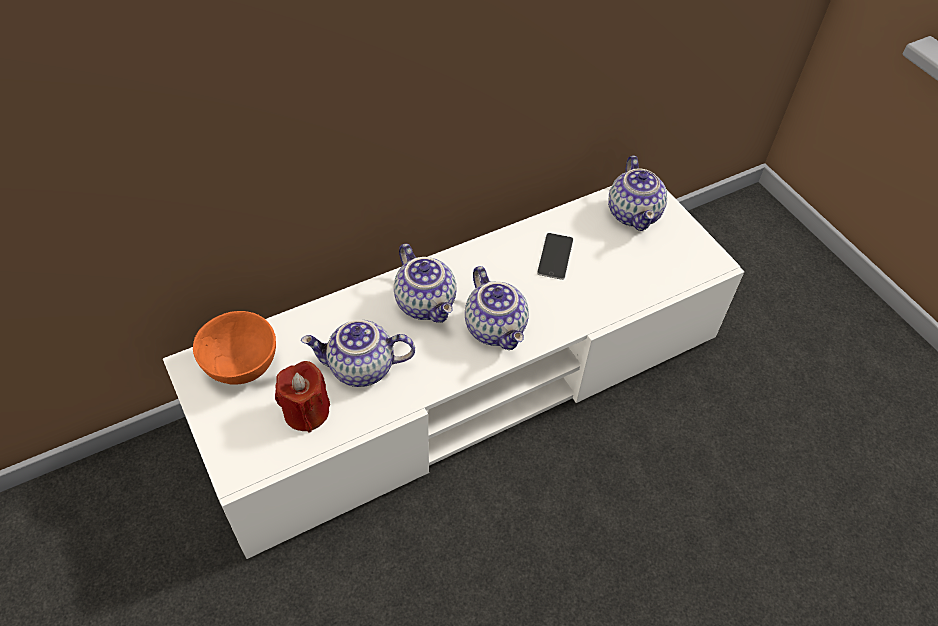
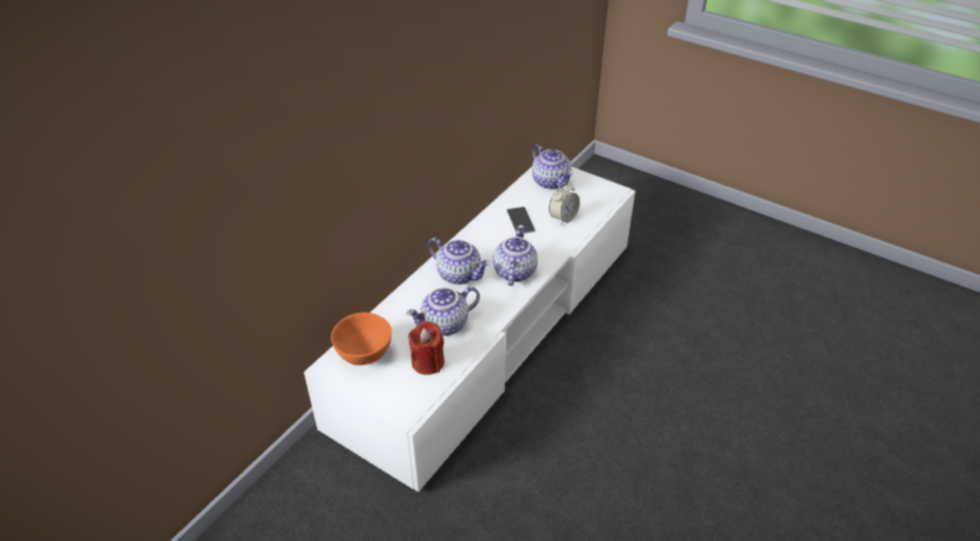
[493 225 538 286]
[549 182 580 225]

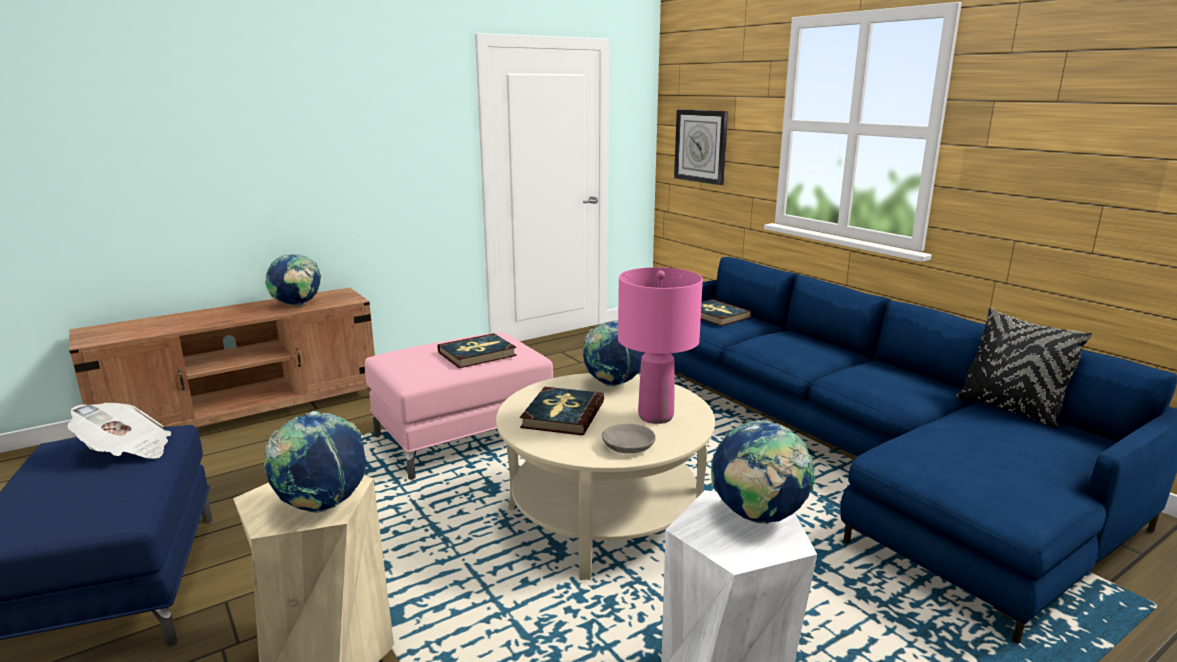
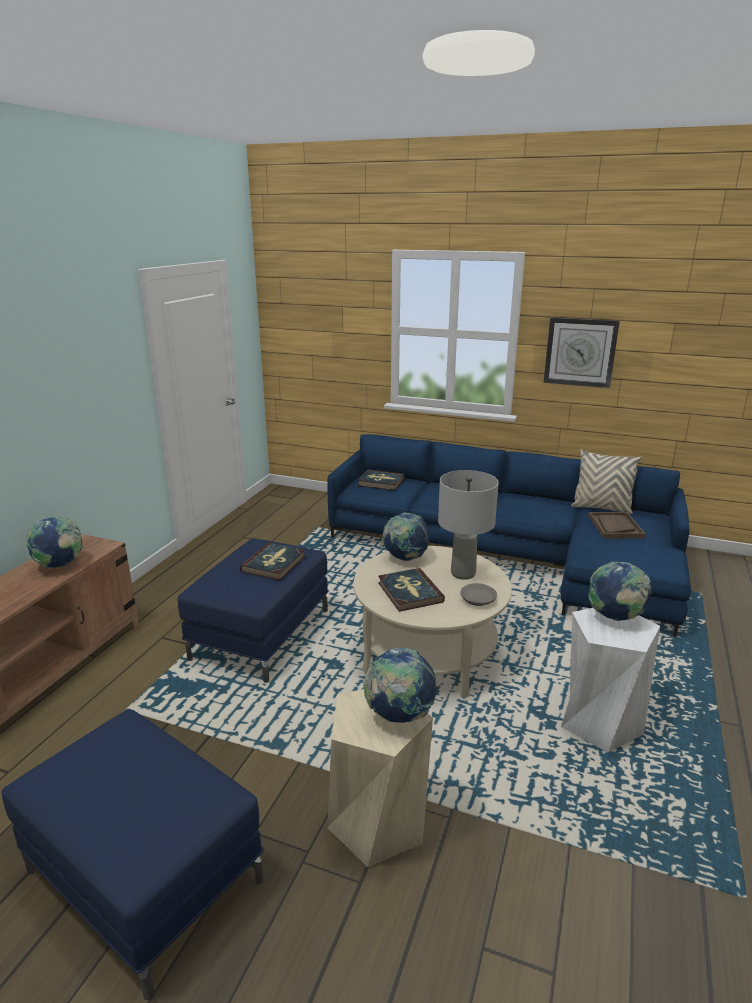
[543 317 620 388]
[438 470 499 580]
[571 449 641 514]
[177 538 329 683]
[67 403 171 459] (first image)
[588 512 646 539]

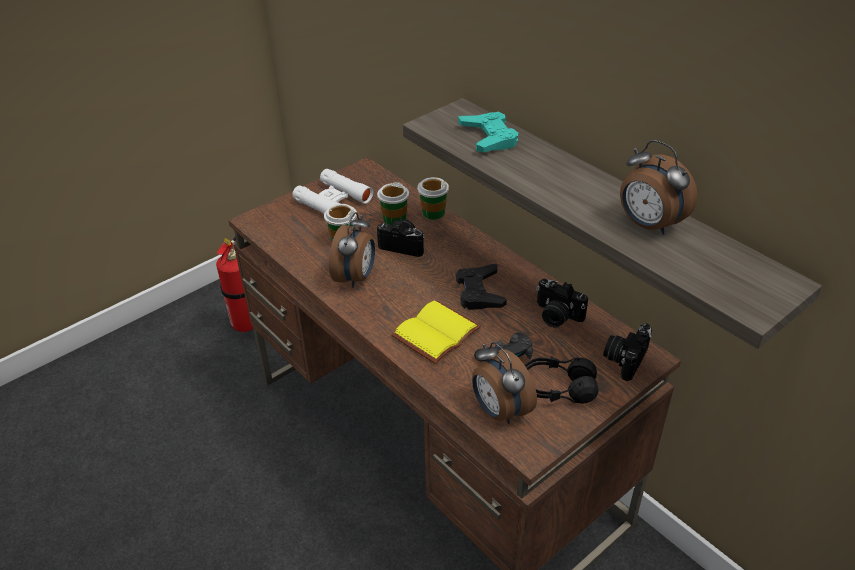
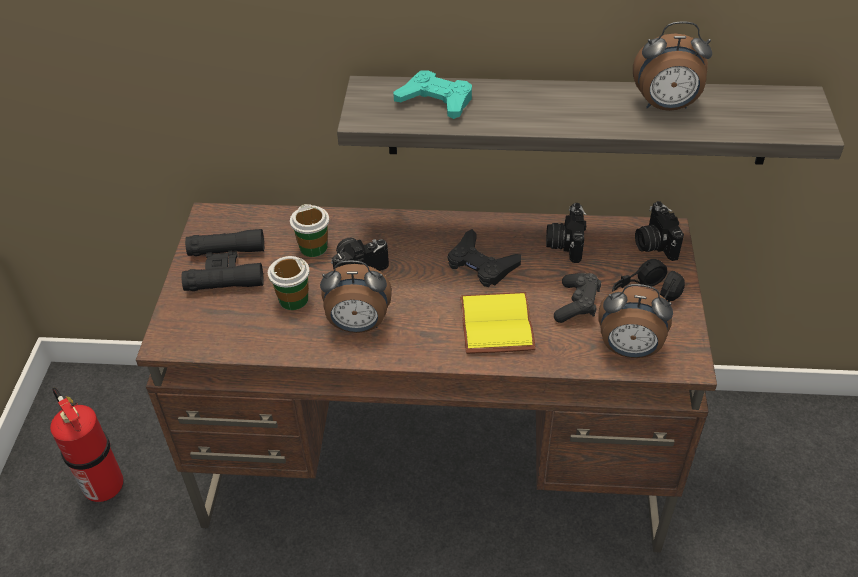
[181 229 264 291]
[417 177 449 220] (first image)
[320 260 392 333]
[546 203 587 263]

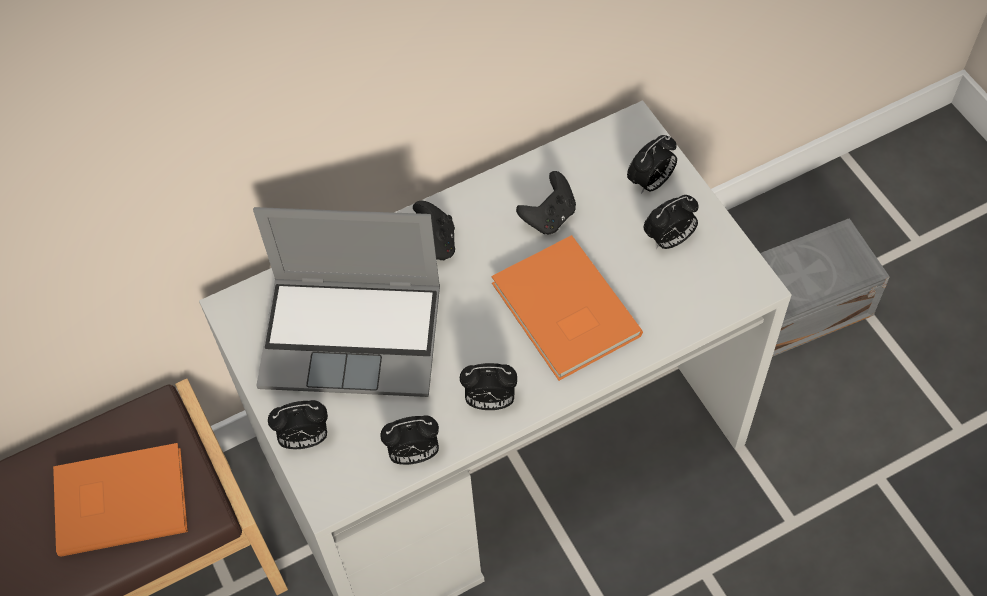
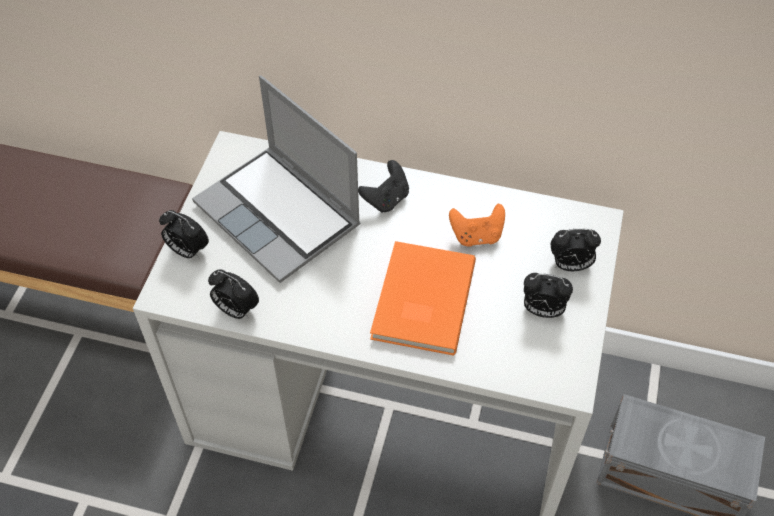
[449 204 505 247]
[460 363 517 410] (first image)
[53 443 188 557] (first image)

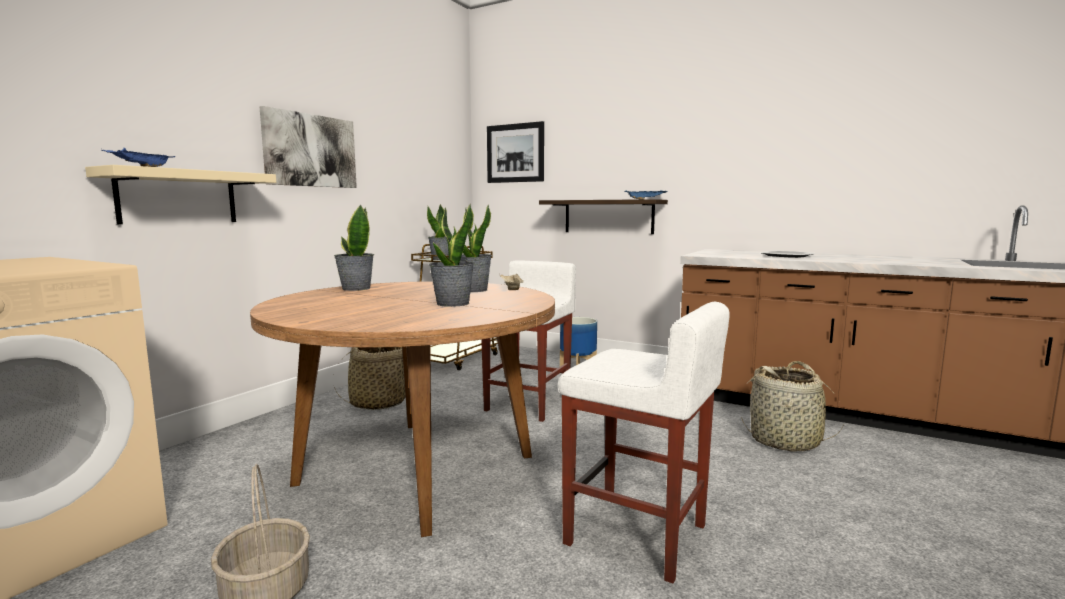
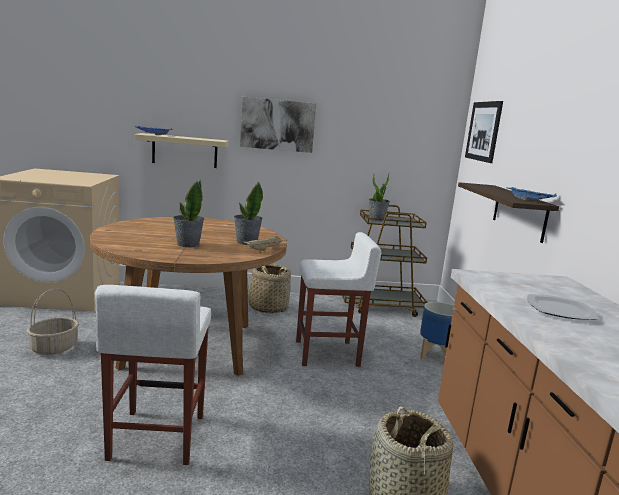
[334 204 374 291] (first image)

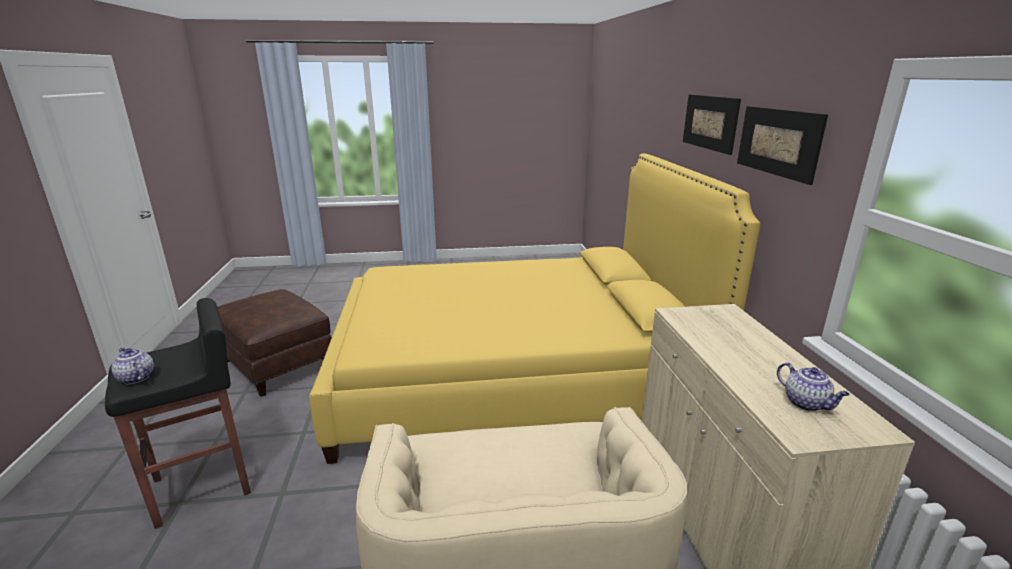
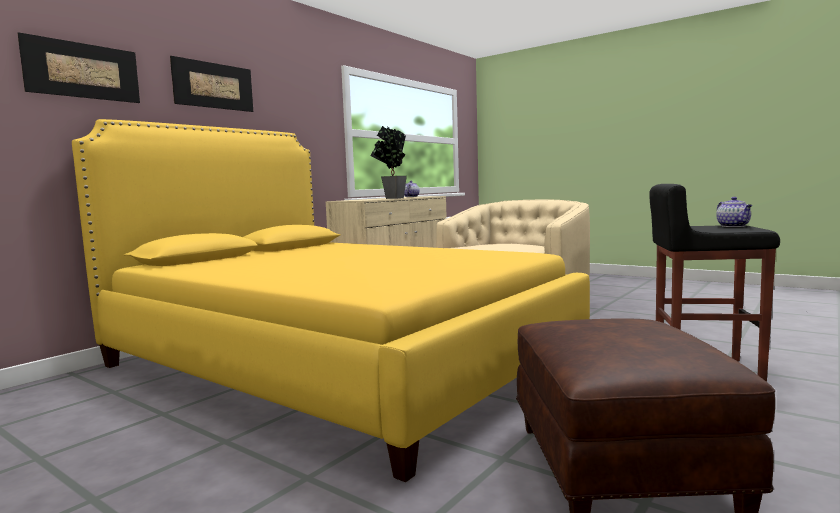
[18 32 140 103]
[370 126 407 199]

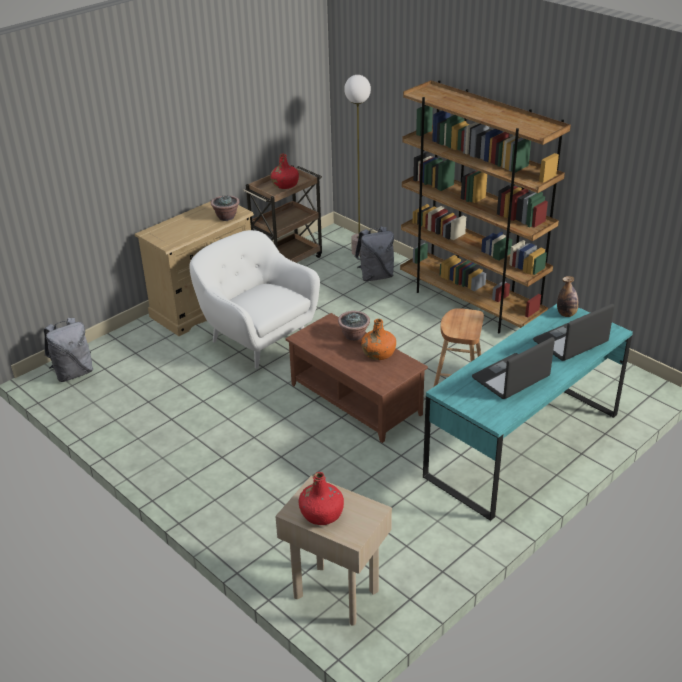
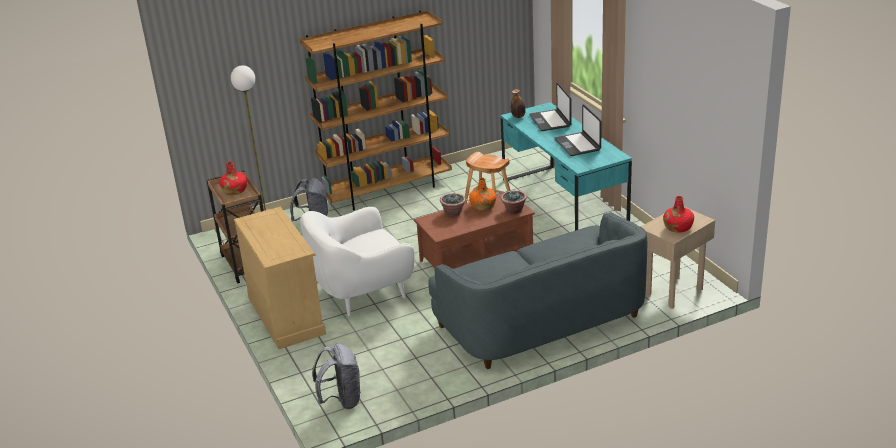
[501 190 527 214]
[428 212 647 369]

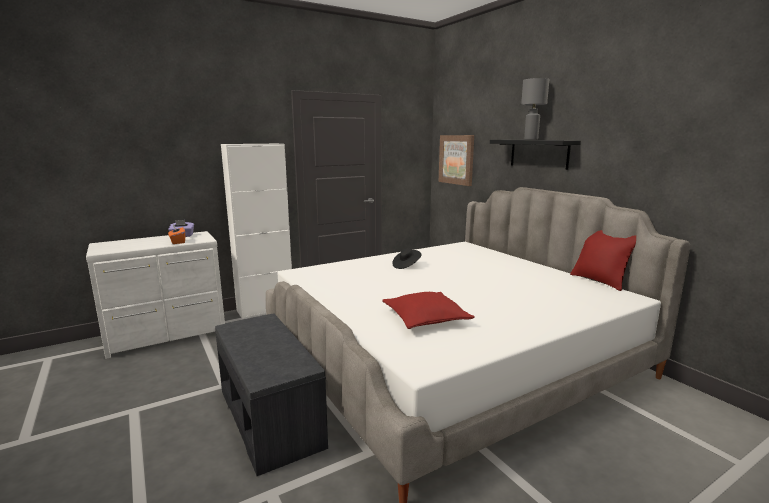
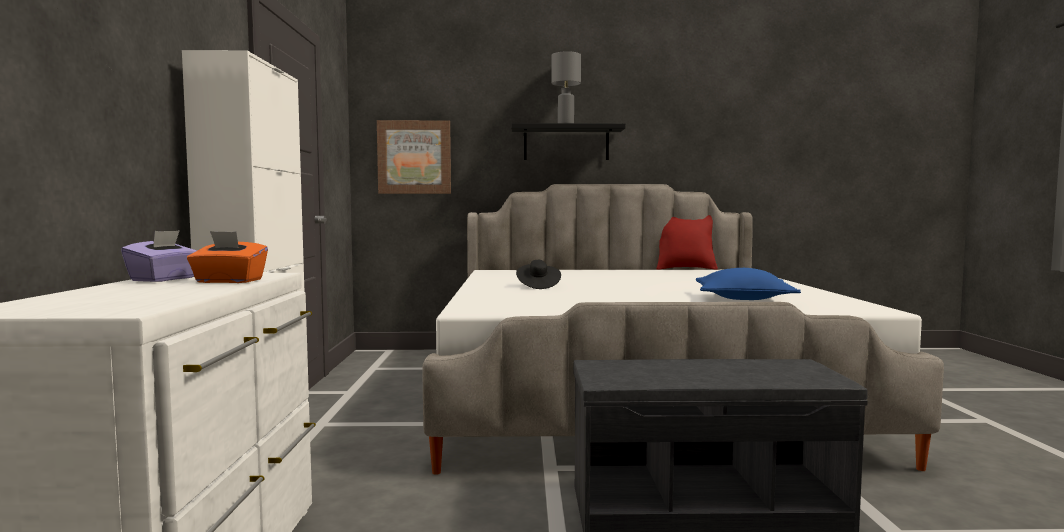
[696 268 801 300]

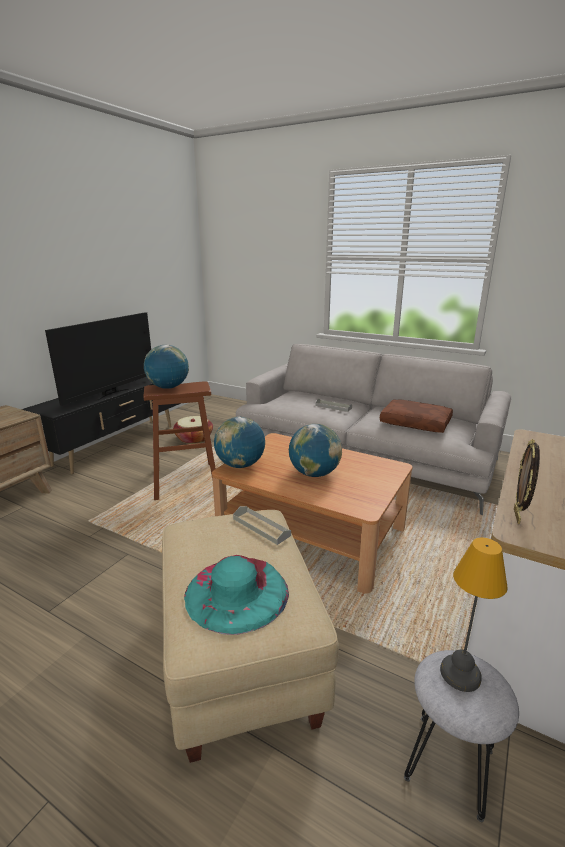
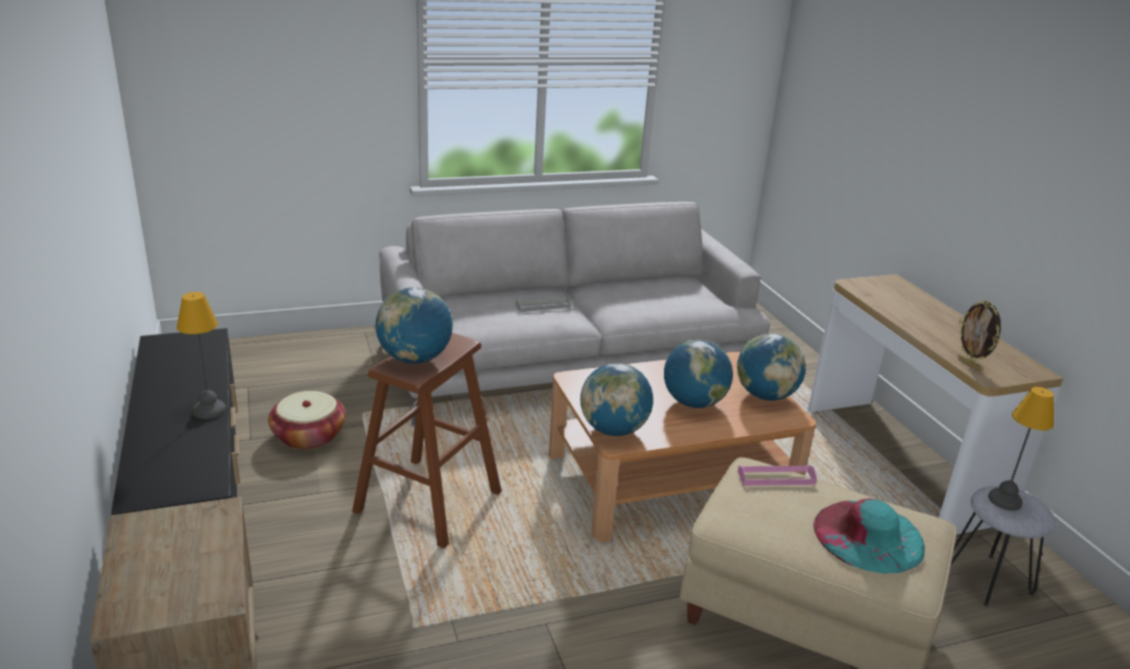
[177 292 226 419]
[380 399 453 433] (first image)
[738 465 817 486]
[737 334 806 401]

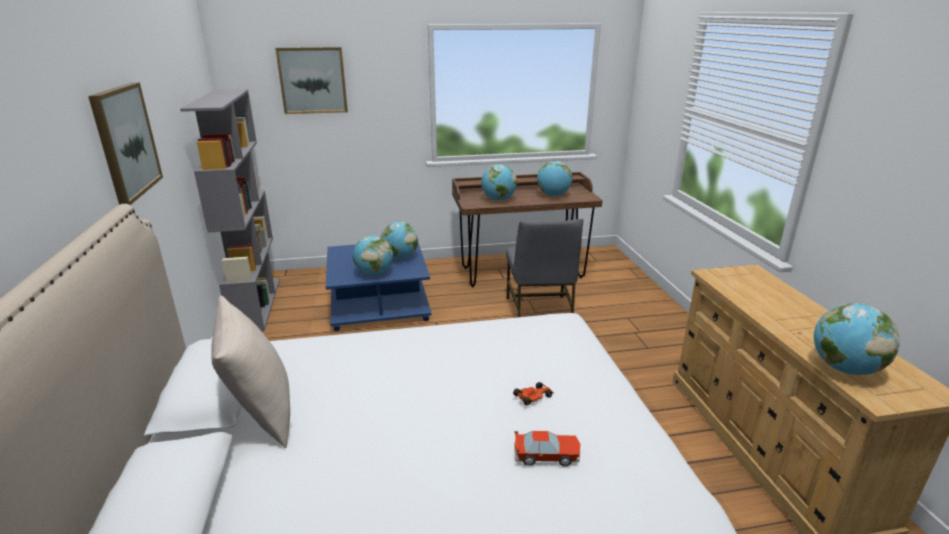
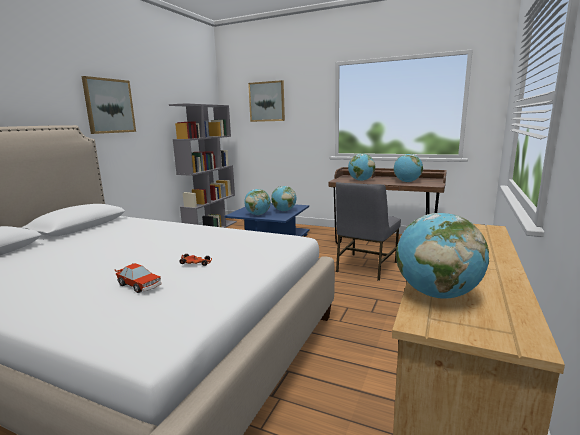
[211 296 290 448] (first image)

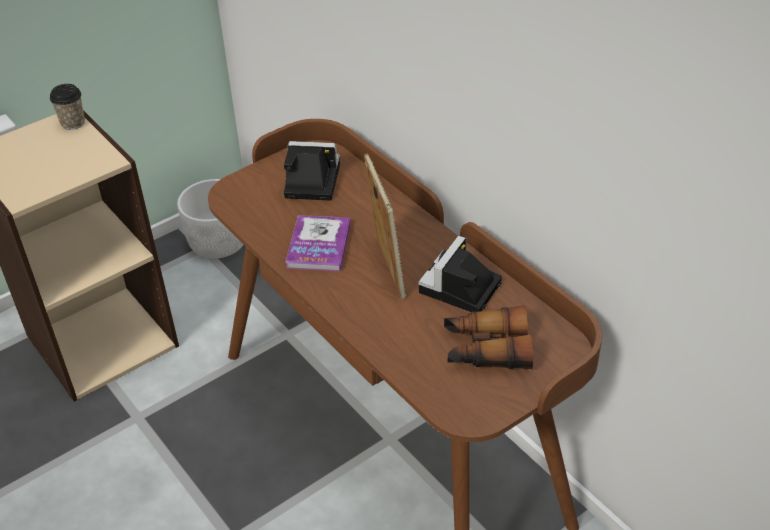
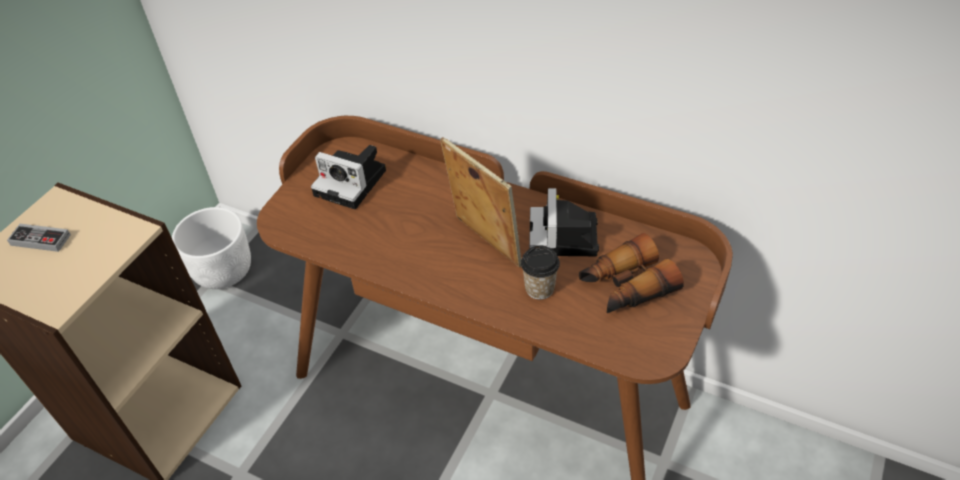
[521 246 560 300]
[311 145 386 209]
[285 215 351 272] (first image)
[7 224 71 252]

